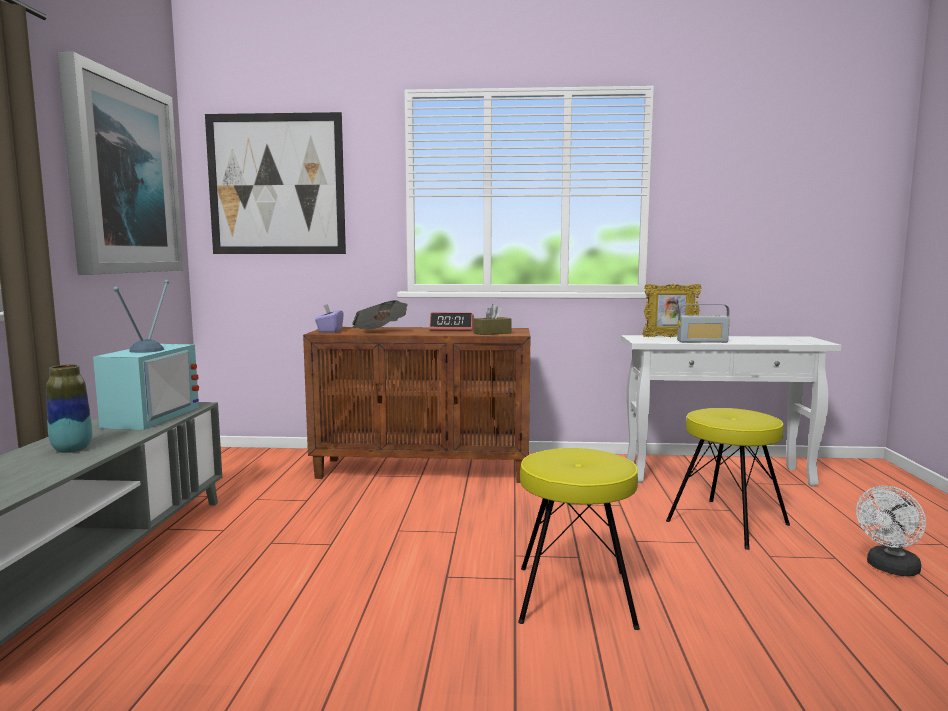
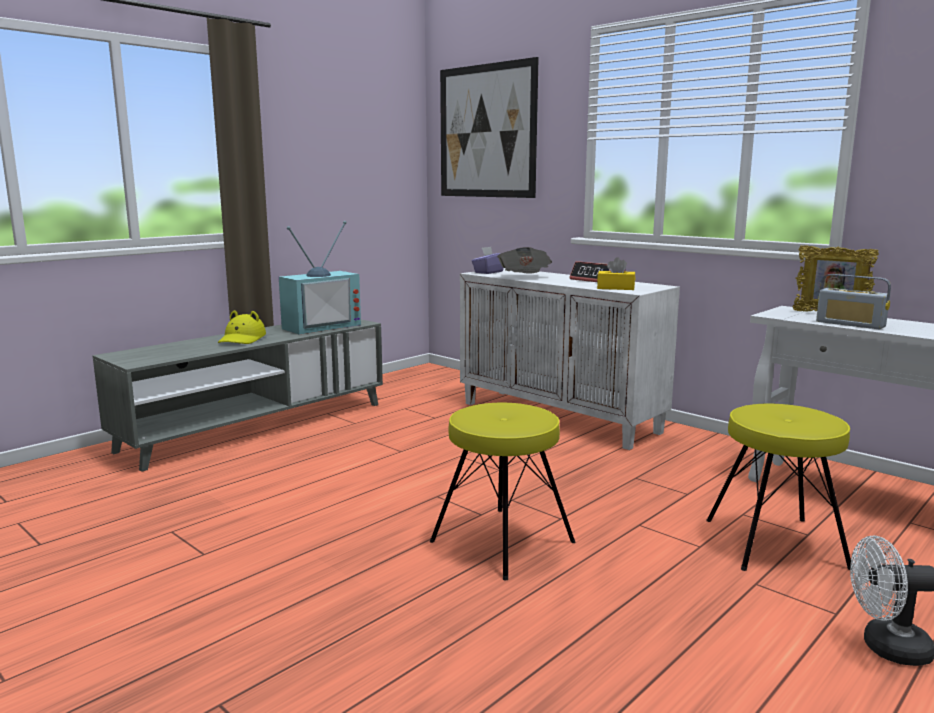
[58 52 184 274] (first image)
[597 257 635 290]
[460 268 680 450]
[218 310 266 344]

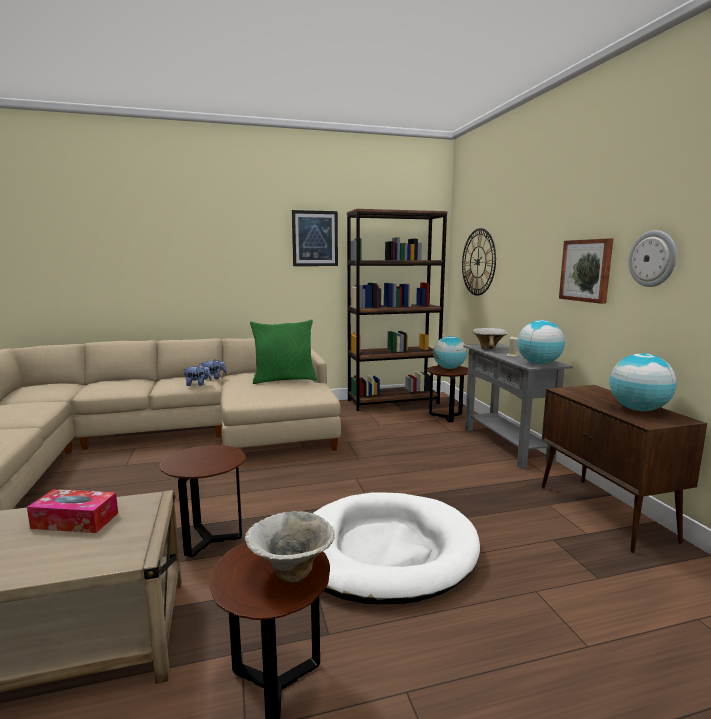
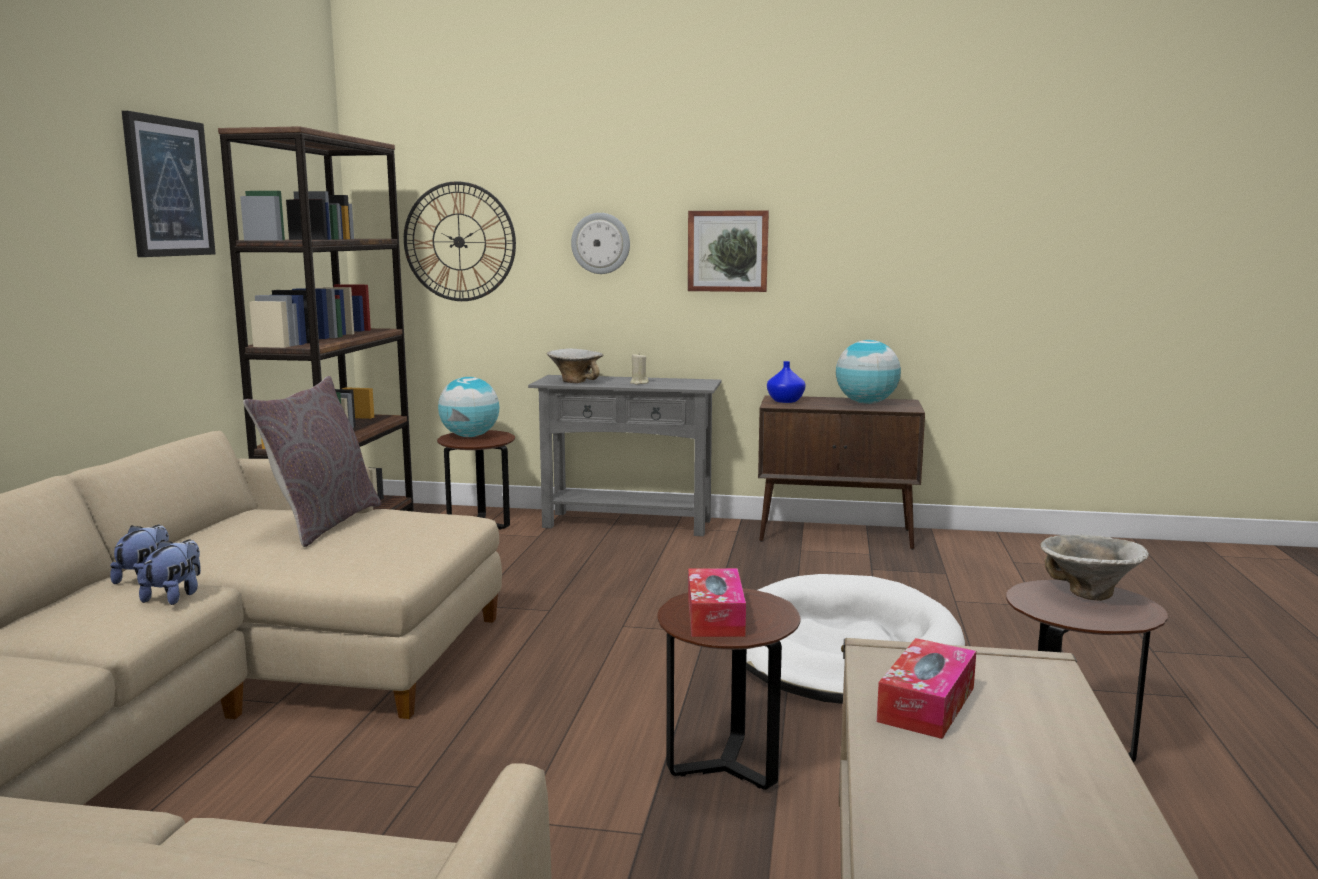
[571 213 630 274]
[243 376 381 547]
[518 320 565 364] (first image)
[767 361 805 403]
[688 568 746 637]

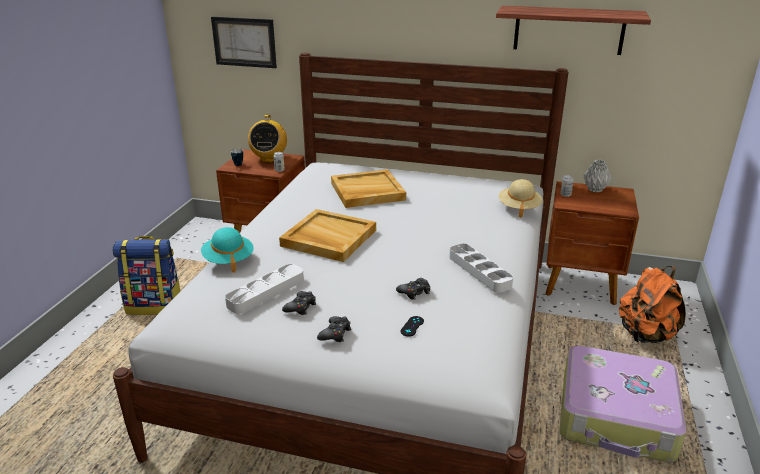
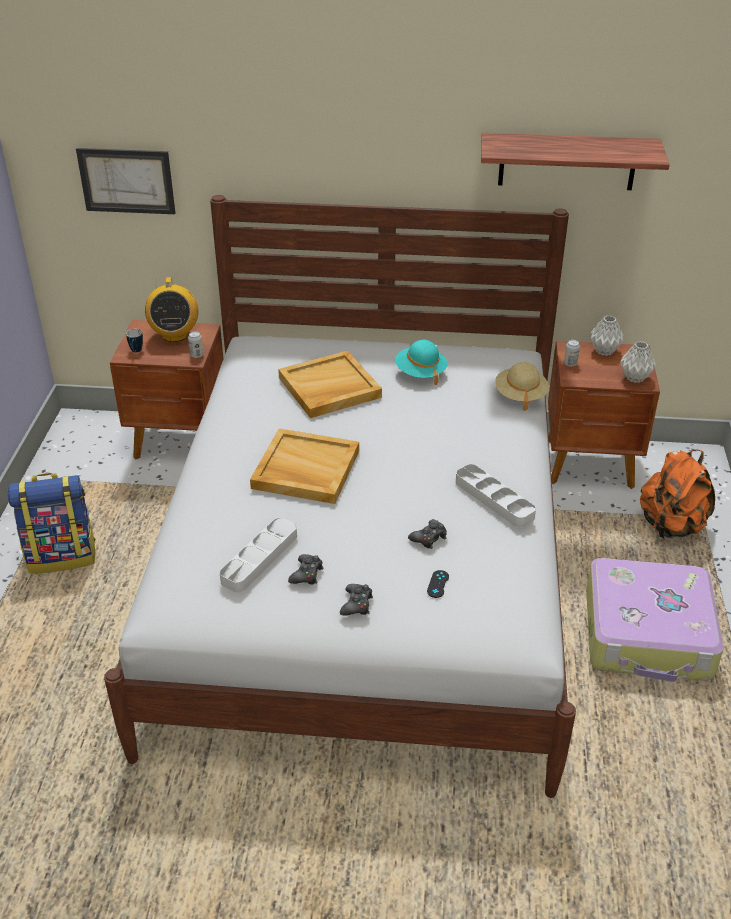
[395 340 448 385]
[620 341 656 383]

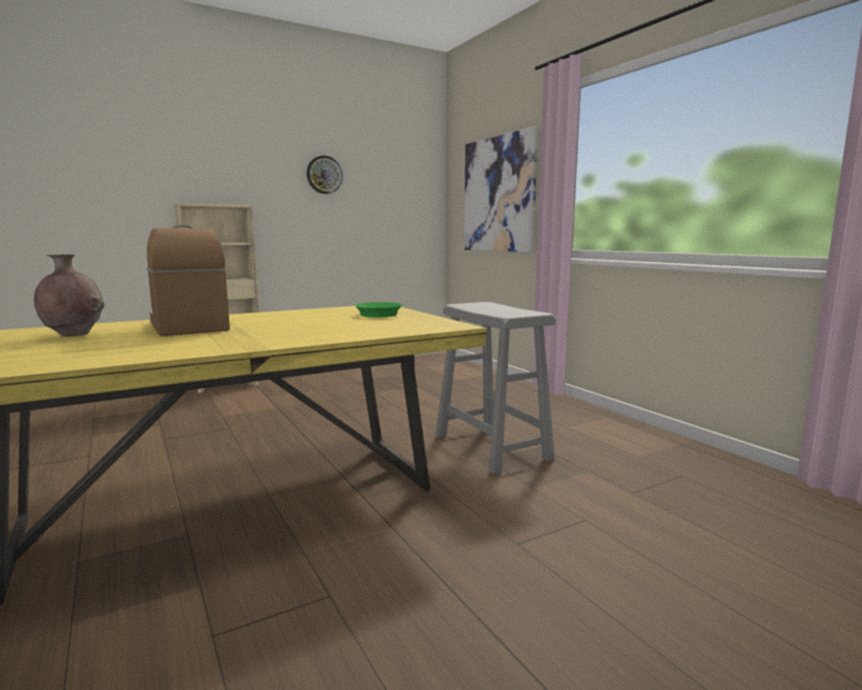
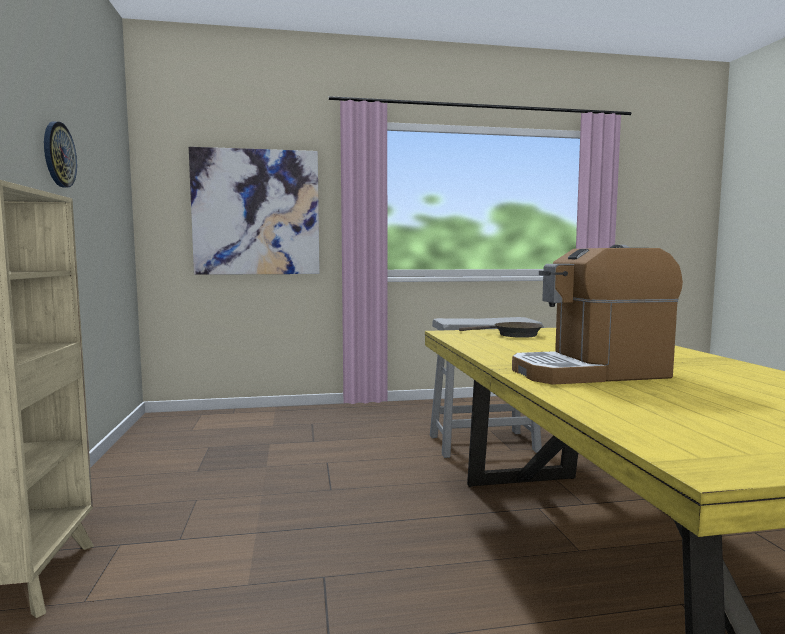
[34 254 104 337] (first image)
[459 322 543 338]

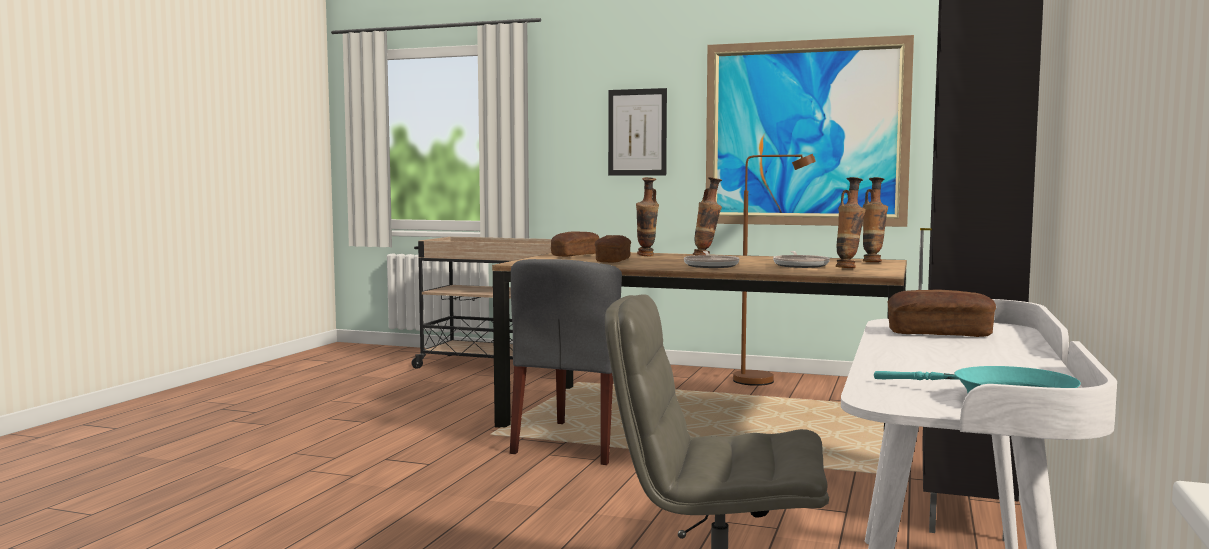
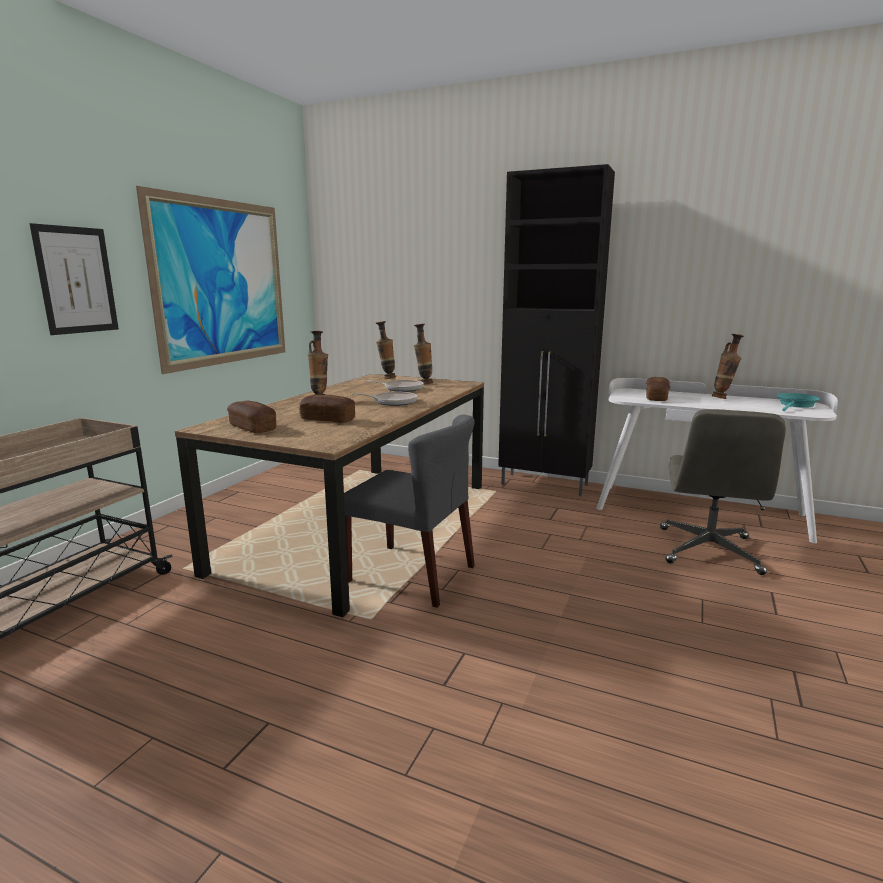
[733 154 816 386] (first image)
[712 334 744 399]

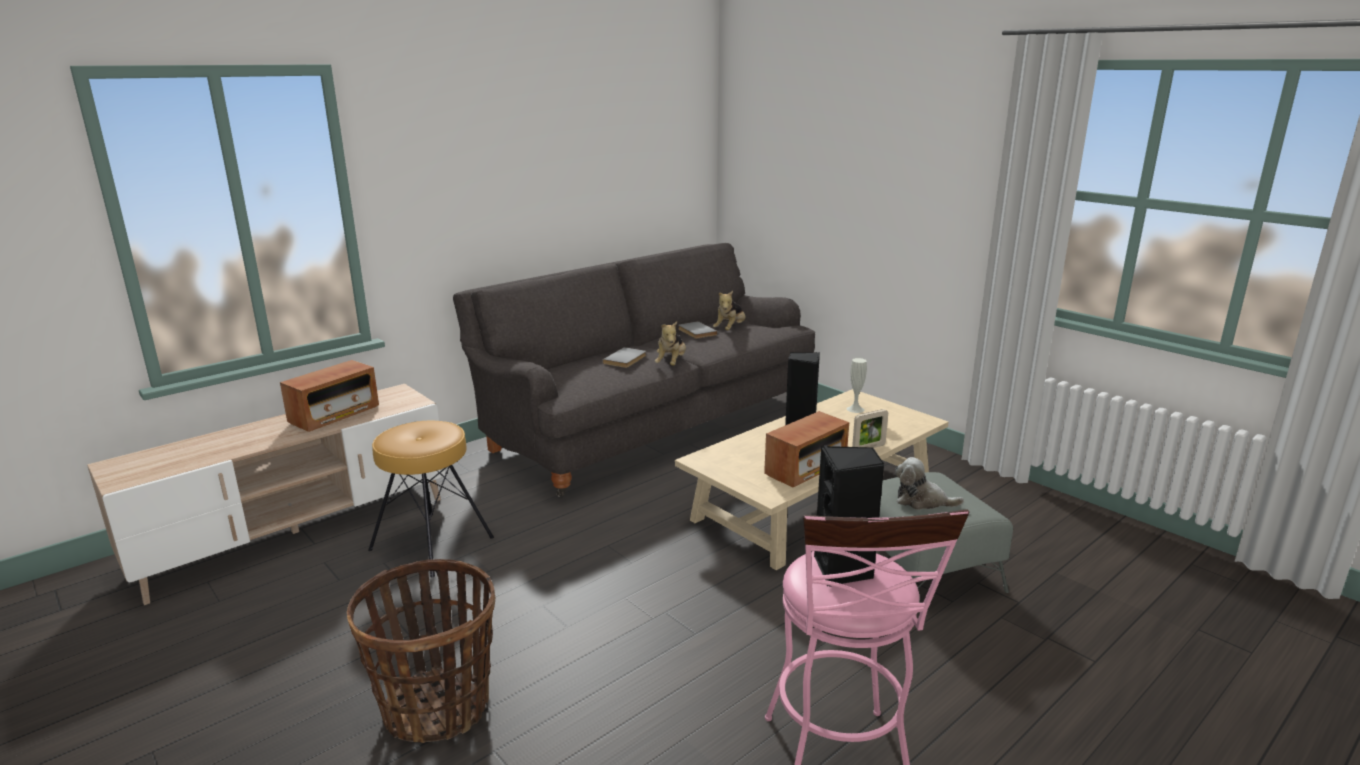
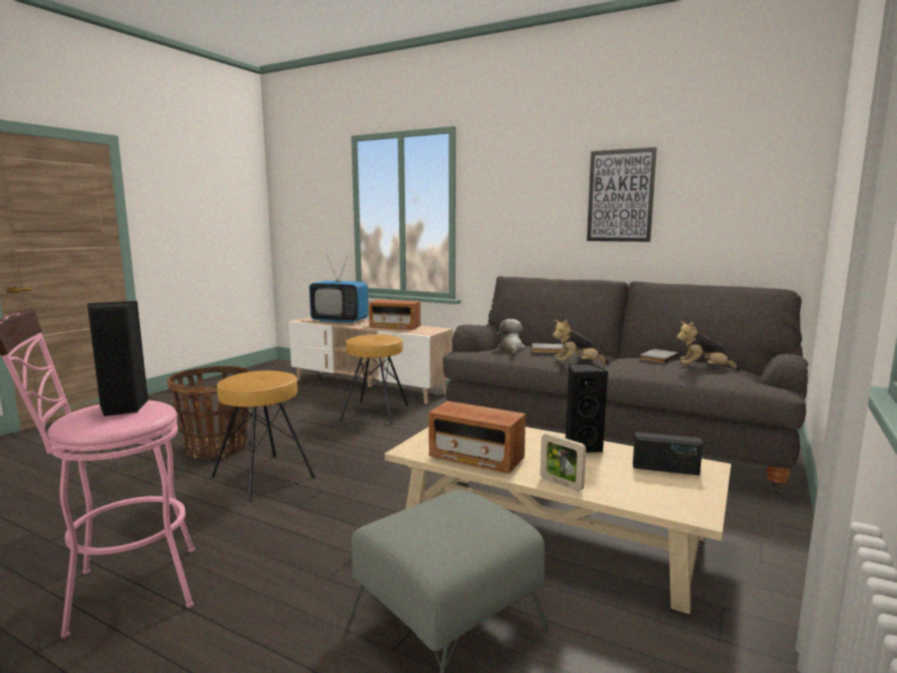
[633 432 703 475]
[496 319 525 353]
[587 147 657 242]
[309 255 369 323]
[211 371 316 502]

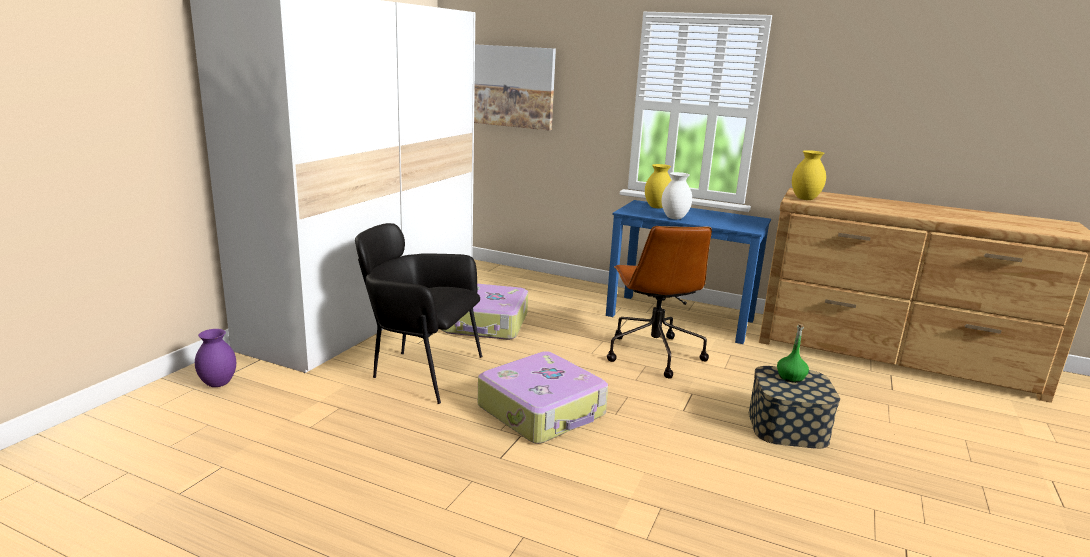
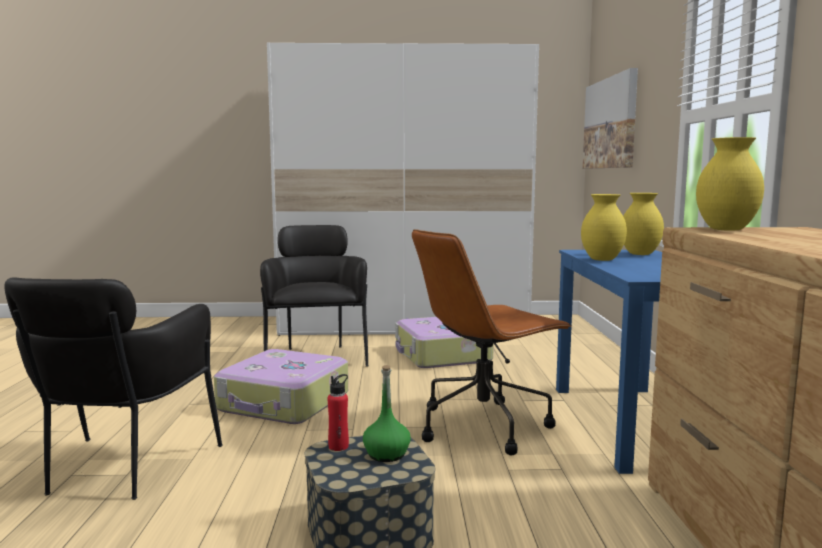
[581 194 627 261]
[195 329 236 387] (first image)
[4 277 223 500]
[328 374 349 451]

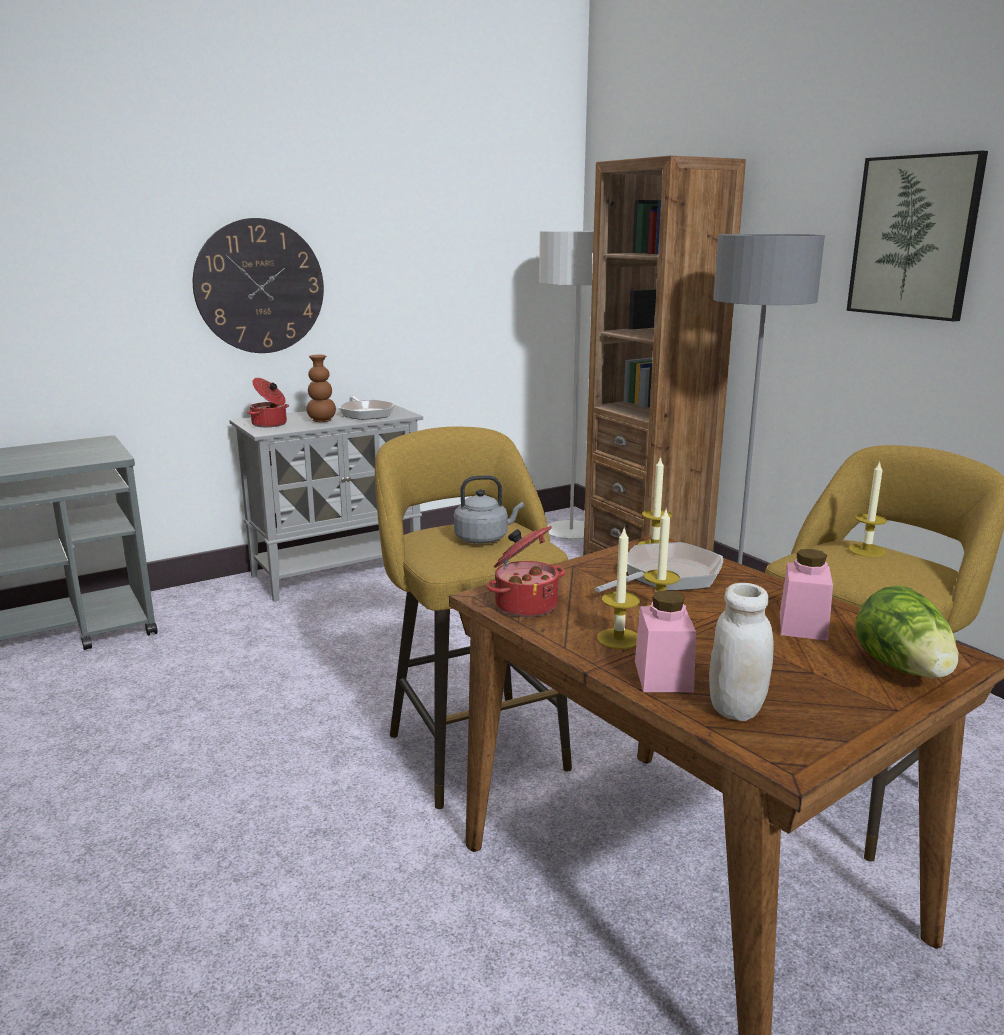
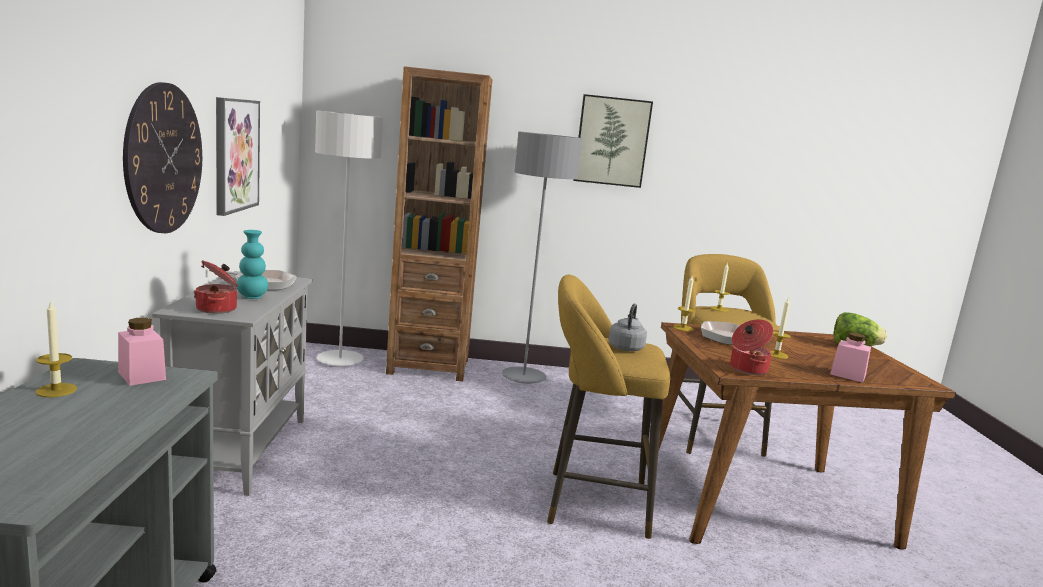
[237 230 268 299]
[35 300 77 397]
[118 318 166 386]
[709 583 774 721] (first image)
[216 97 260 216]

